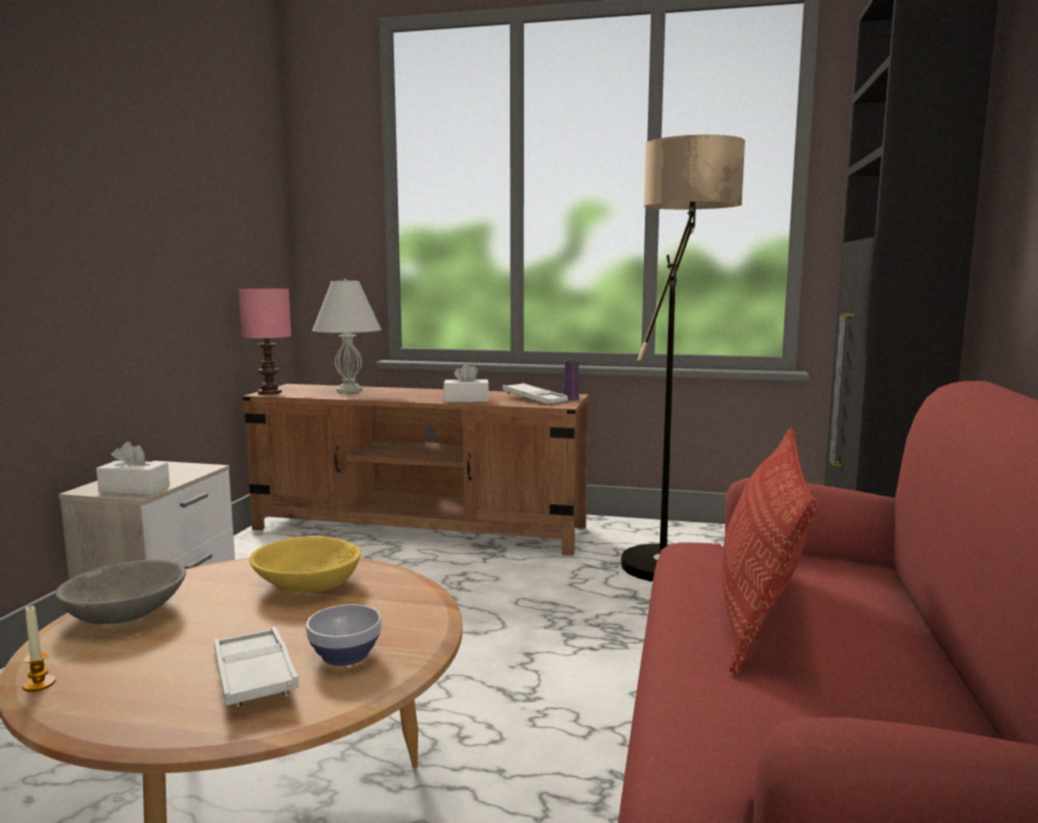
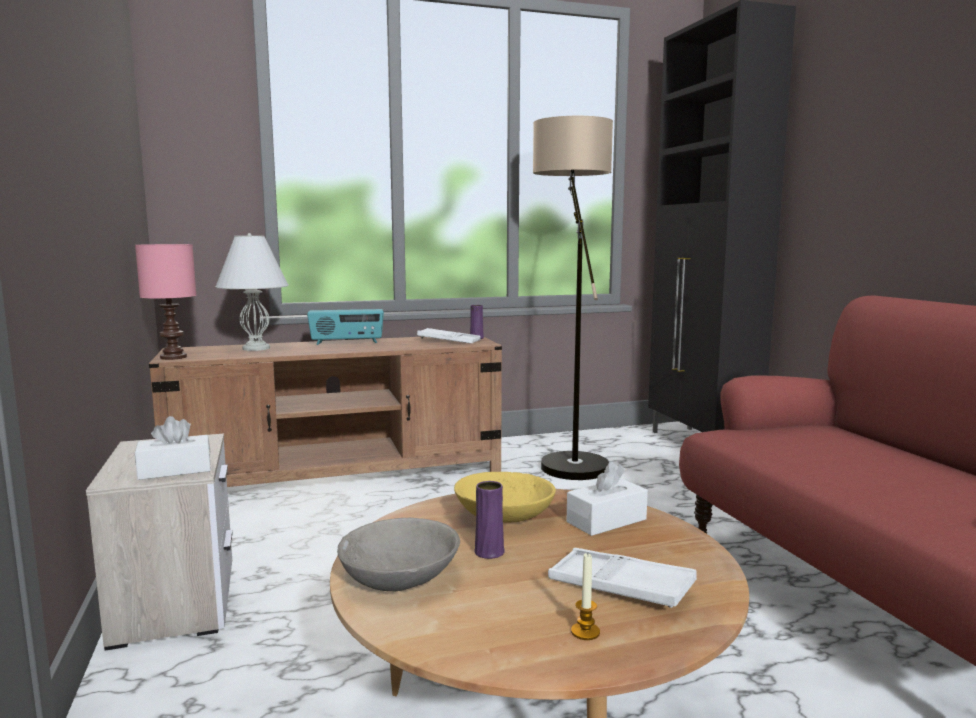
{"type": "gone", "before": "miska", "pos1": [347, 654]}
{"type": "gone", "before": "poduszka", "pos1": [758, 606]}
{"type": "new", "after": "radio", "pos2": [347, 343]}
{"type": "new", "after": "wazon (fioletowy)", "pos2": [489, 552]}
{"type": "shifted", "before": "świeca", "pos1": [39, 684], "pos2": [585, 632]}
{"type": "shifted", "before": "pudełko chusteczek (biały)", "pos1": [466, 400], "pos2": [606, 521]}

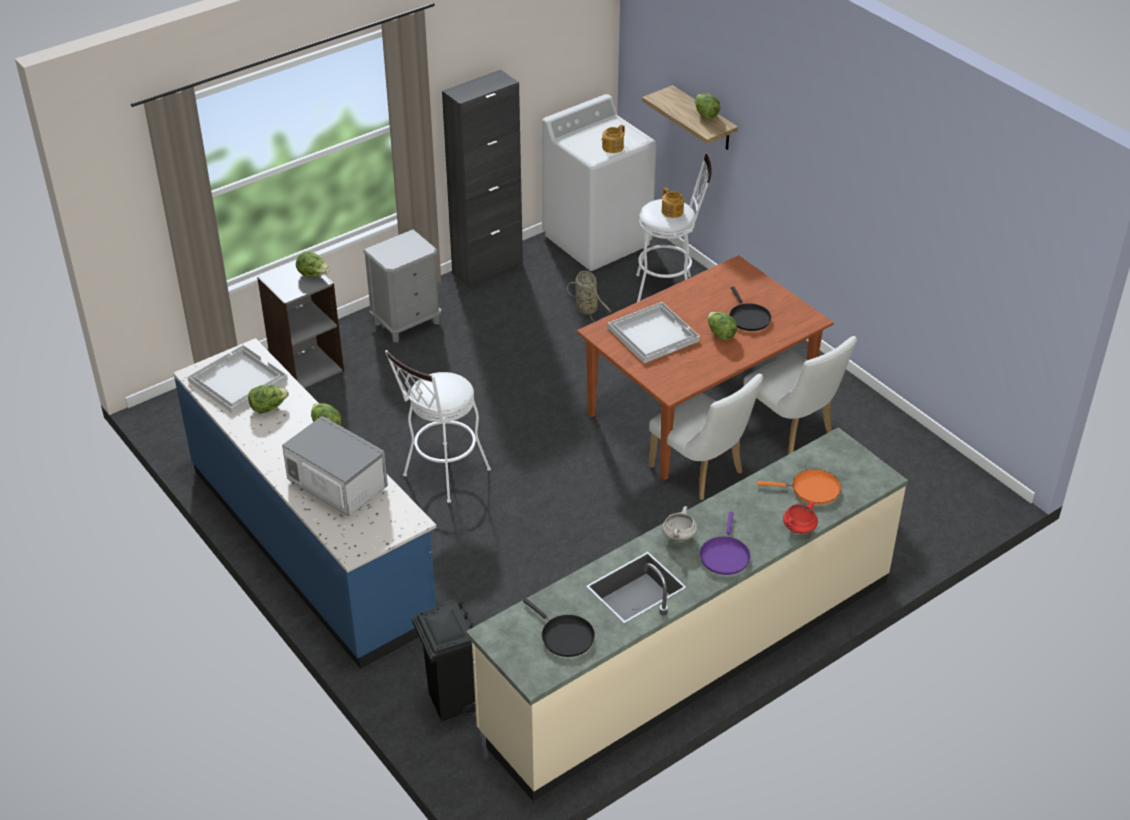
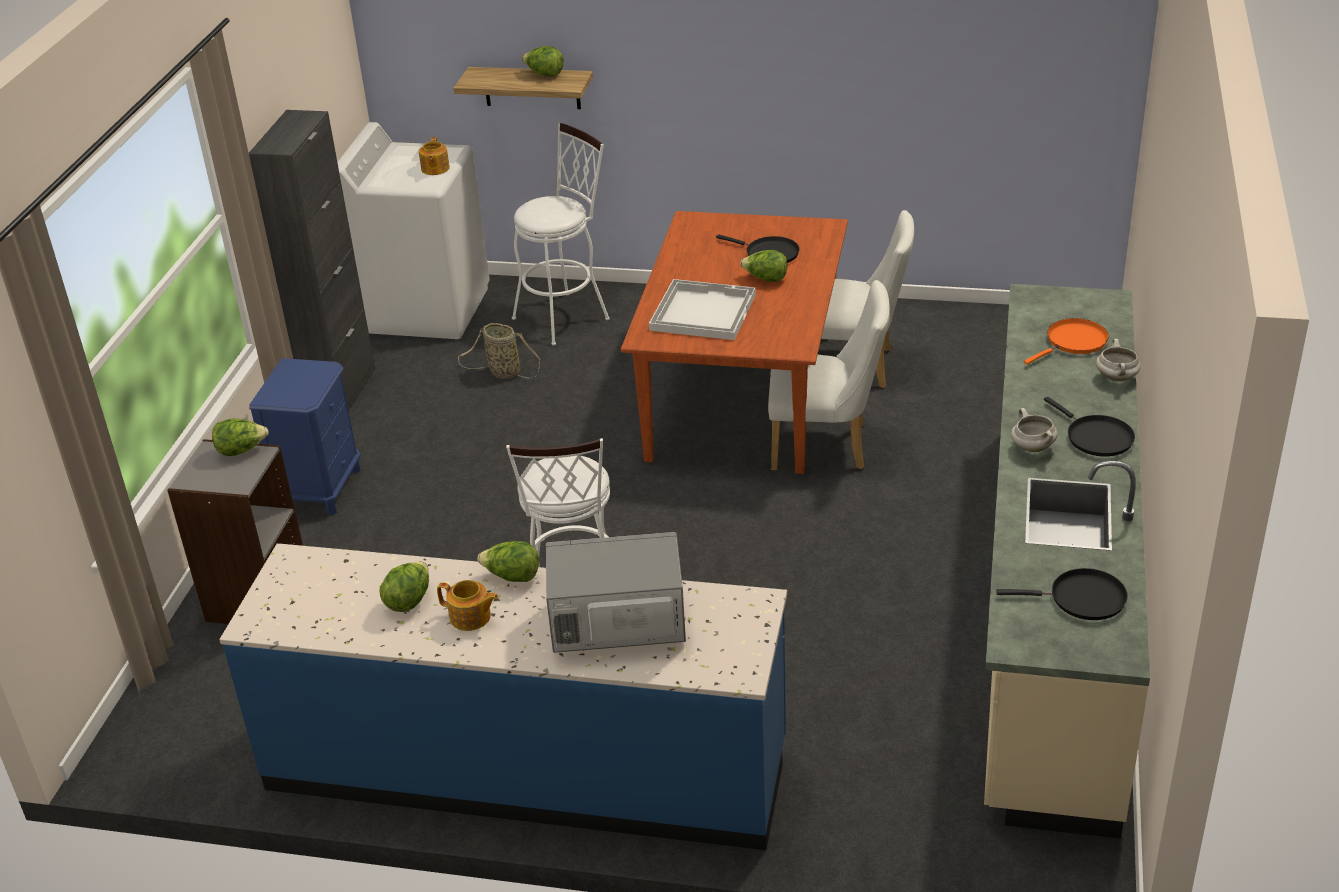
{"type": "gone", "before": "taca (biały)", "pos1": [237, 380]}
{"type": "gone", "before": "kosz na śmieci (czarny)", "pos1": [451, 703]}
{"type": "shifted", "before": "imbryk", "pos1": [672, 212], "pos2": [471, 617]}
{"type": "repainted", "before": "szafka nocna (szary)", "after": "szafka nocna (niebieski)", "pos1": [407, 322], "pos2": [320, 489]}
{"type": "repainted", "before": "patelnia (fioletowy)", "after": "patelnia (czarny)", "pos1": [724, 555], "pos2": [1096, 437]}
{"type": "repainted", "before": "garnek (czerwony)", "after": "garnek (biały)", "pos1": [799, 529], "pos2": [1117, 378]}

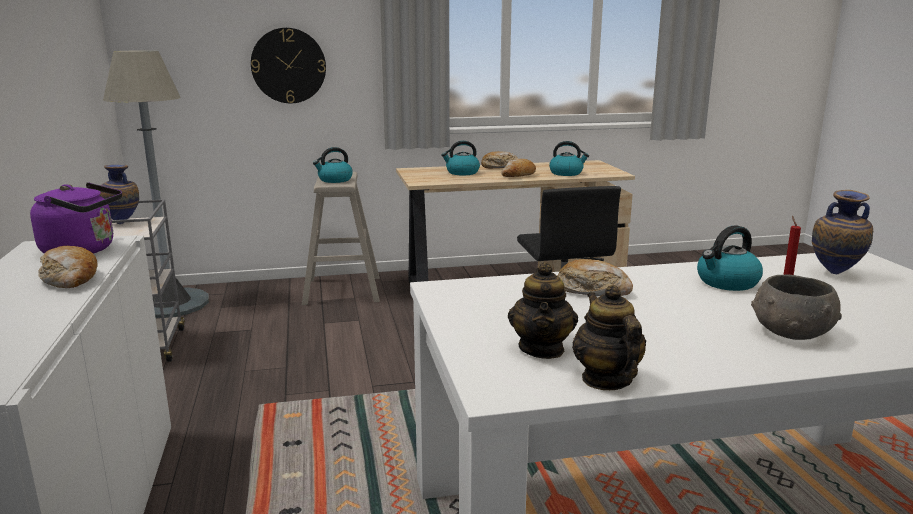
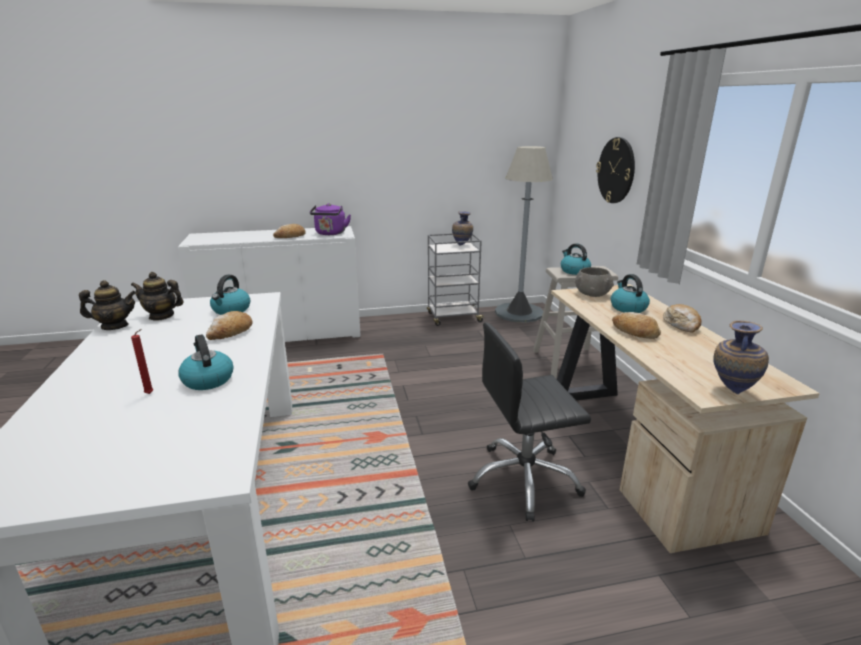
{"type": "shifted", "before": "czajnik", "pos1": [566, 173], "pos2": [231, 310]}
{"type": "shifted", "before": "miska (szary)", "pos1": [790, 332], "pos2": [592, 294]}
{"type": "shifted", "before": "wazon", "pos1": [834, 275], "pos2": [731, 391]}

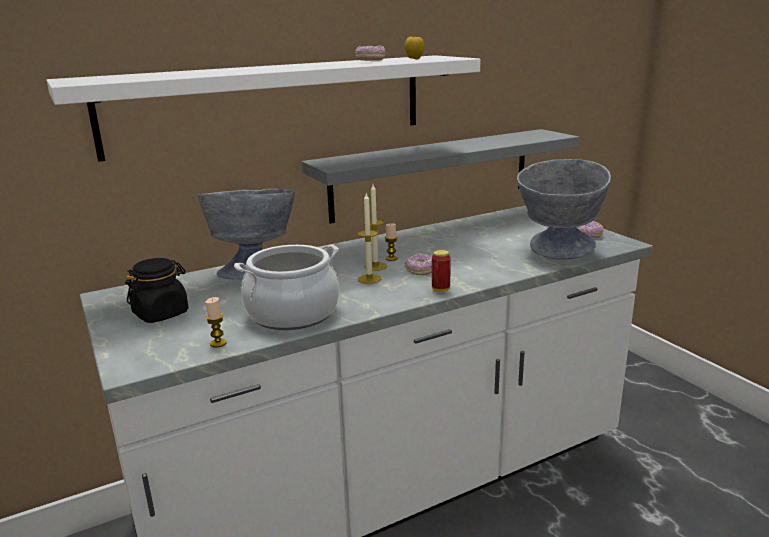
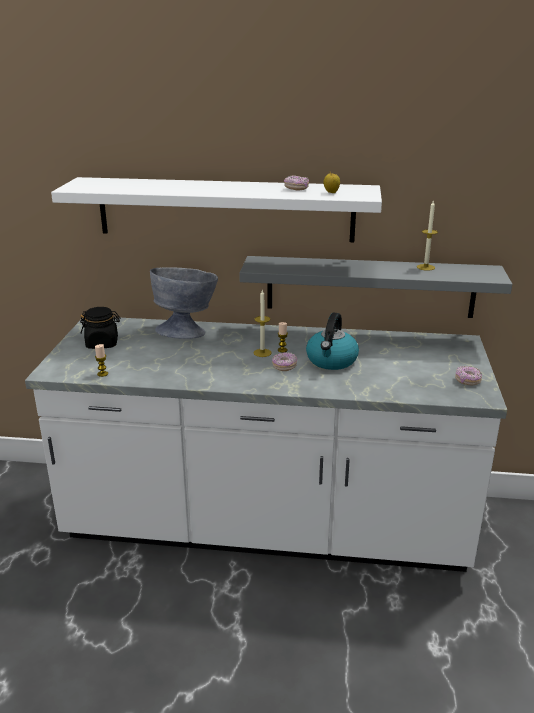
{"type": "gone", "before": "garnek", "pos1": [293, 313]}
{"type": "gone", "before": "puszka", "pos1": [440, 289]}
{"type": "gone", "before": "miska (szary)", "pos1": [557, 253]}
{"type": "new", "after": "czajnik", "pos2": [331, 361]}
{"type": "shifted", "before": "świeca", "pos1": [369, 279], "pos2": [425, 267]}

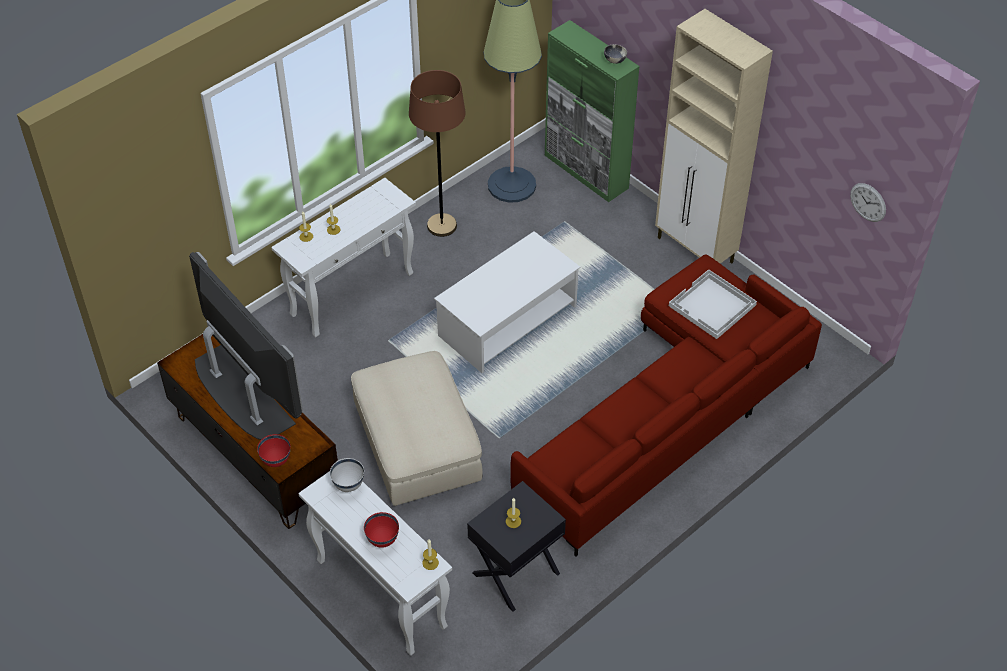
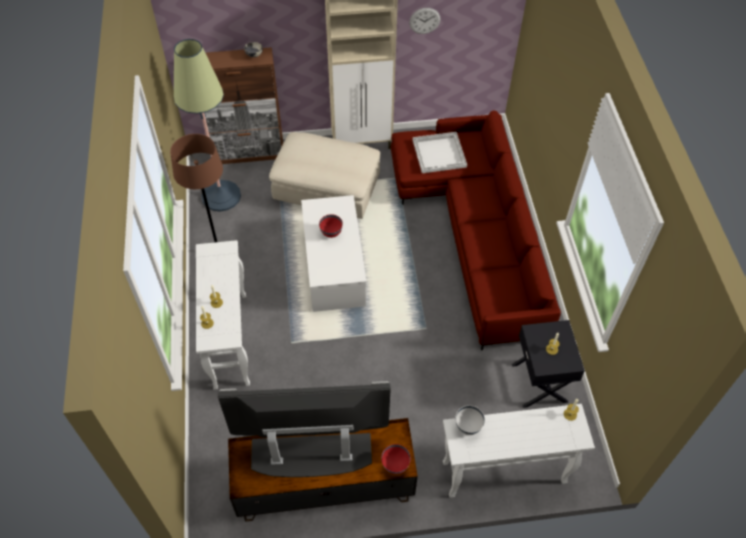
{"type": "shifted", "before": "pufa (beżowy)", "pos1": [418, 444], "pos2": [327, 187]}
{"type": "shifted", "before": "miska (czerwony)", "pos1": [382, 540], "pos2": [331, 233]}
{"type": "shifted", "before": "zegar ścienny", "pos1": [868, 202], "pos2": [424, 20]}
{"type": "repainted", "before": "szafka (zielony)", "after": "szafka (brązowy)", "pos1": [586, 172], "pos2": [249, 153]}

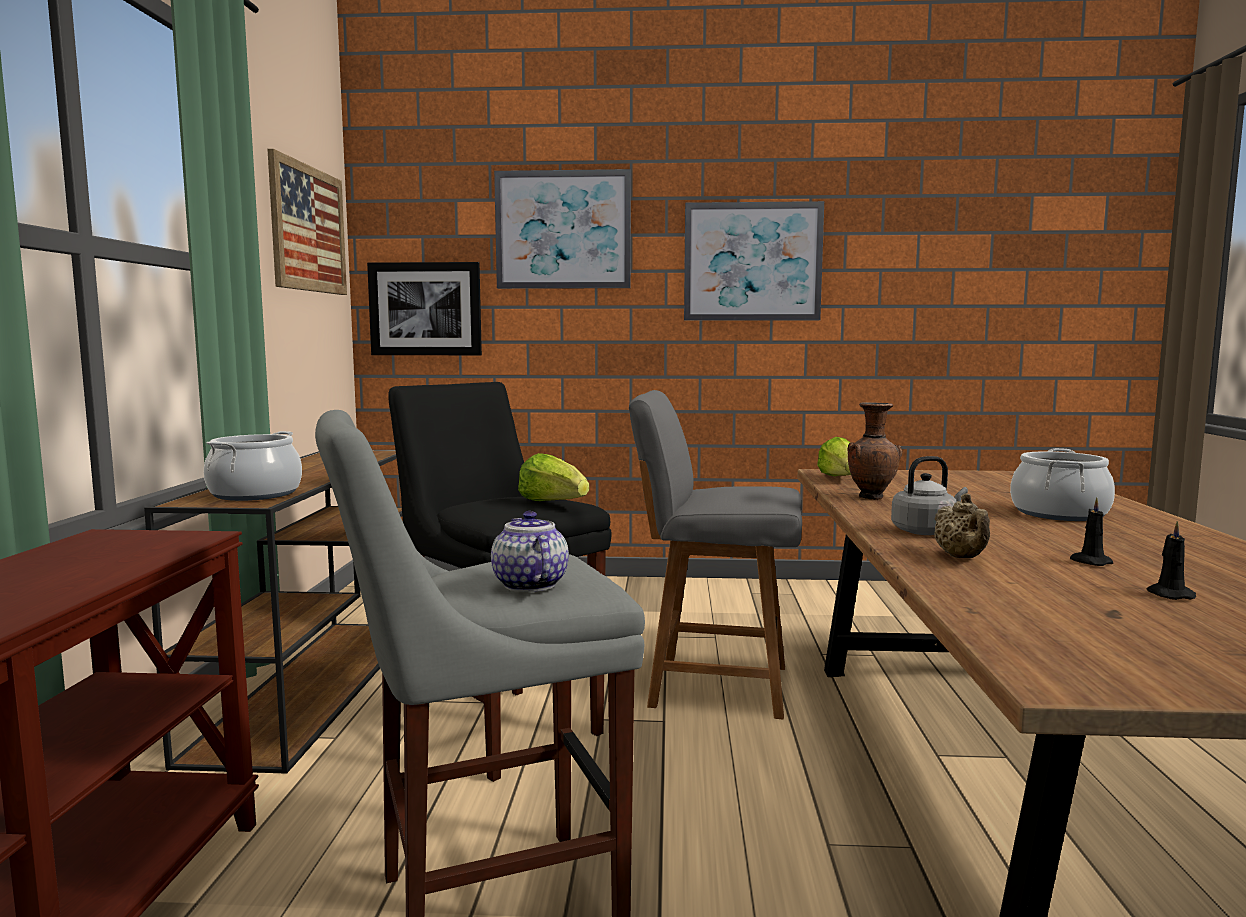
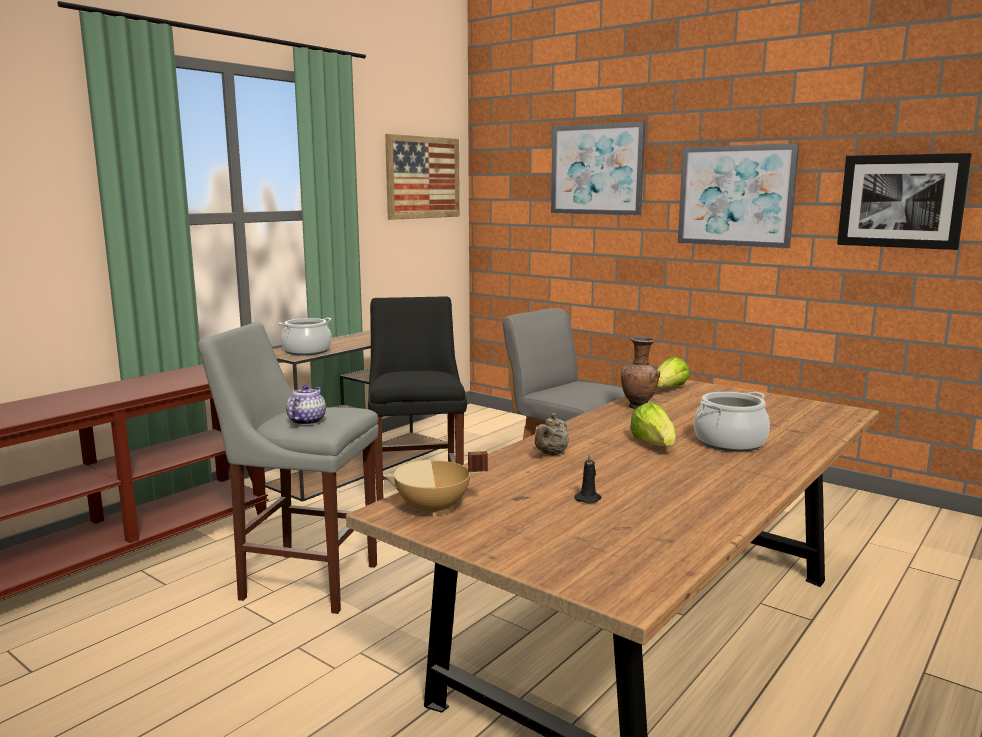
{"type": "gone", "before": "czajnik (szary)", "pos1": [926, 531]}
{"type": "gone", "before": "świeca (czarny)", "pos1": [1089, 562]}
{"type": "new", "after": "garnek (beżowy)", "pos2": [433, 510]}
{"type": "shifted", "before": "obraz", "pos1": [425, 309], "pos2": [901, 201]}
{"type": "shifted", "before": "sałata", "pos1": [553, 503], "pos2": [654, 445]}

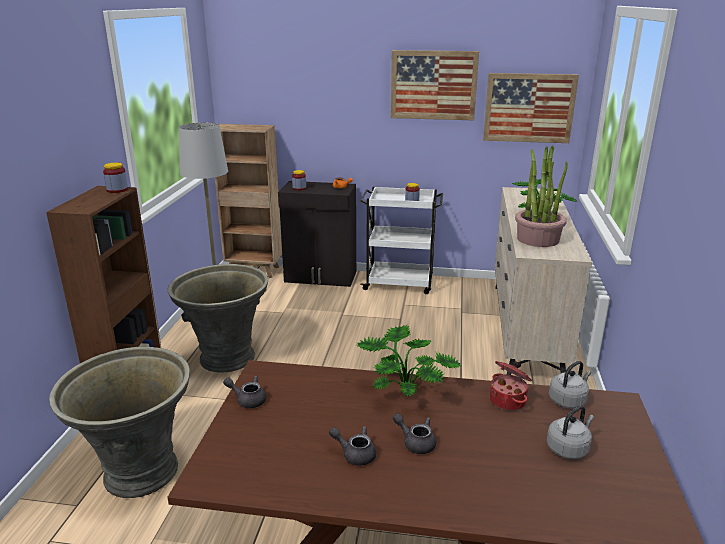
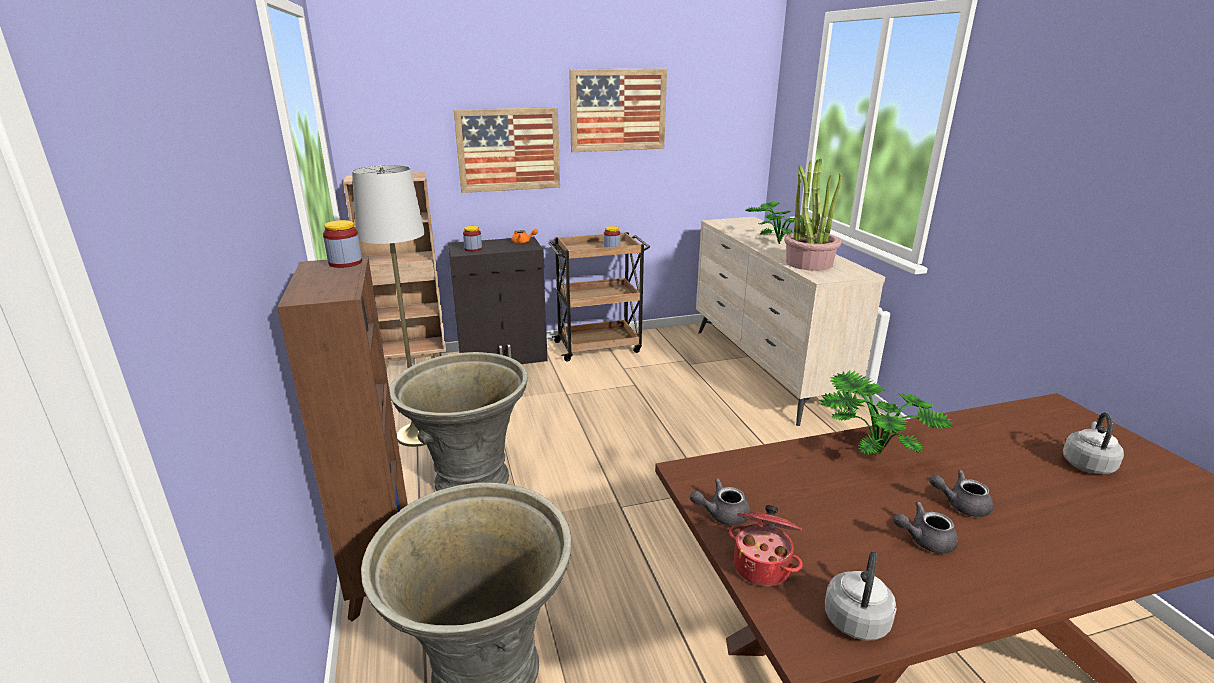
{"type": "shifted", "before": "obraz", "pos1": [529, 108], "pos2": [508, 150]}
{"type": "shifted", "before": "garnek", "pos1": [508, 401], "pos2": [762, 566]}
{"type": "shifted", "before": "czajnik (szary)", "pos1": [568, 400], "pos2": [856, 618]}
{"type": "repainted", "before": "wózek (biały)", "after": "wózek (brązowy)", "pos1": [400, 283], "pos2": [599, 346]}

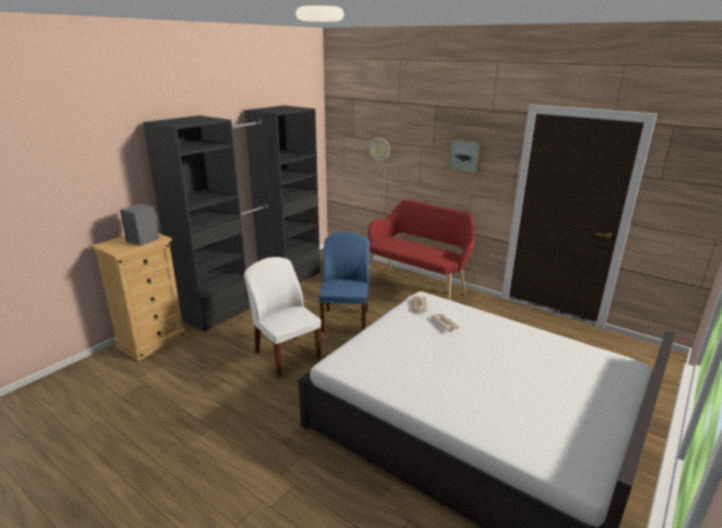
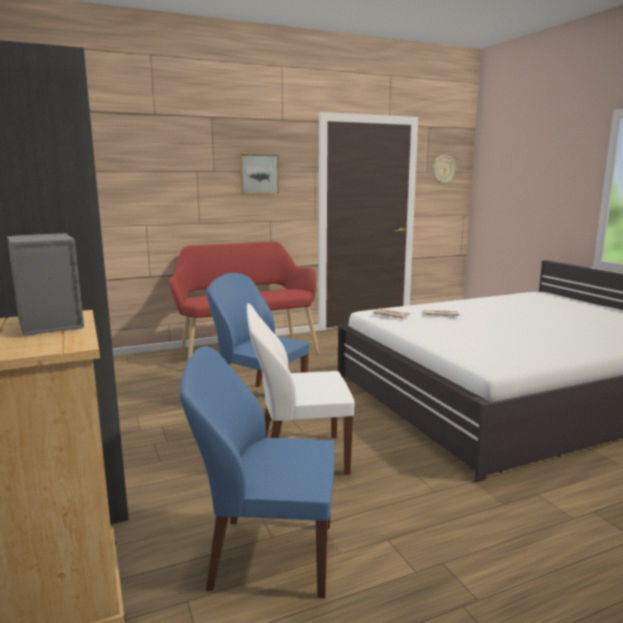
{"type": "new", "after": "krzesło (niebieski)", "pos2": [268, 555]}
{"type": "shifted", "before": "zegar ścienny", "pos1": [379, 150], "pos2": [443, 170]}

